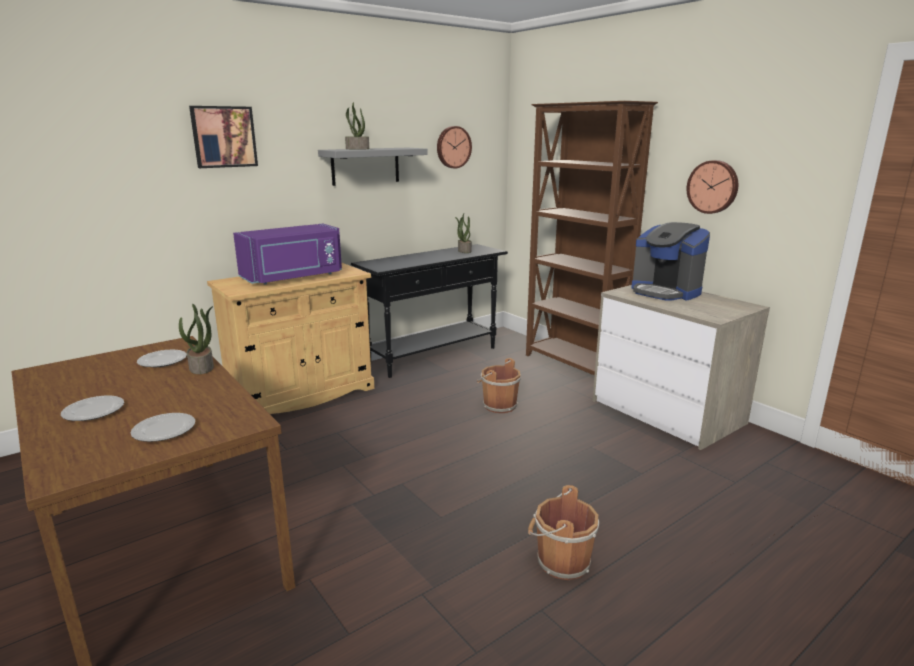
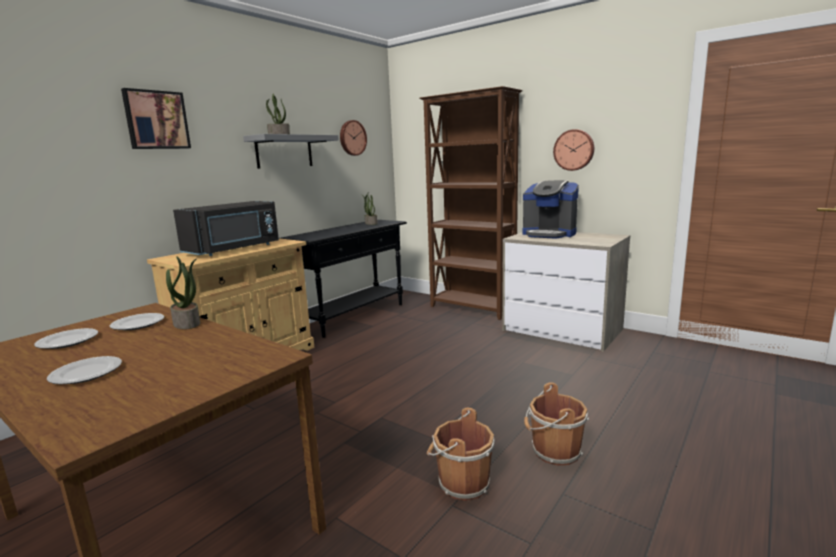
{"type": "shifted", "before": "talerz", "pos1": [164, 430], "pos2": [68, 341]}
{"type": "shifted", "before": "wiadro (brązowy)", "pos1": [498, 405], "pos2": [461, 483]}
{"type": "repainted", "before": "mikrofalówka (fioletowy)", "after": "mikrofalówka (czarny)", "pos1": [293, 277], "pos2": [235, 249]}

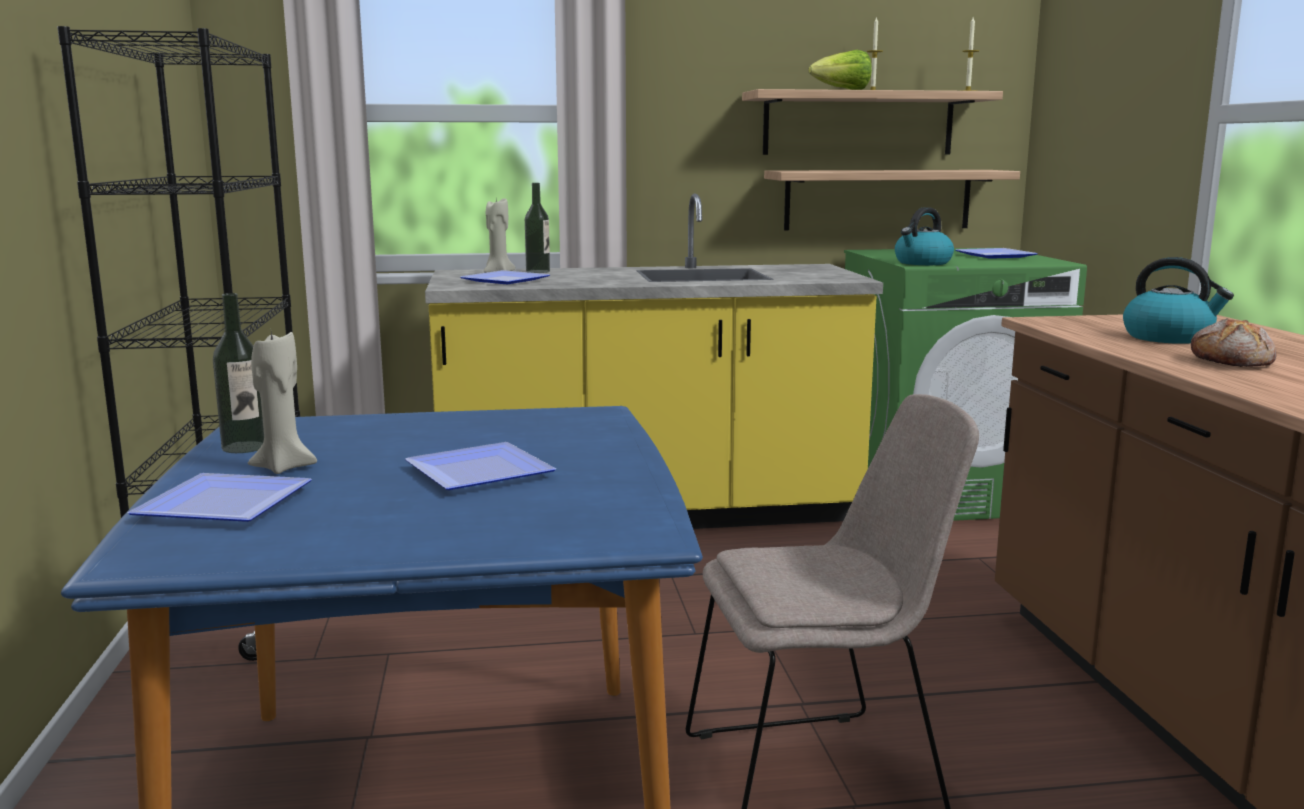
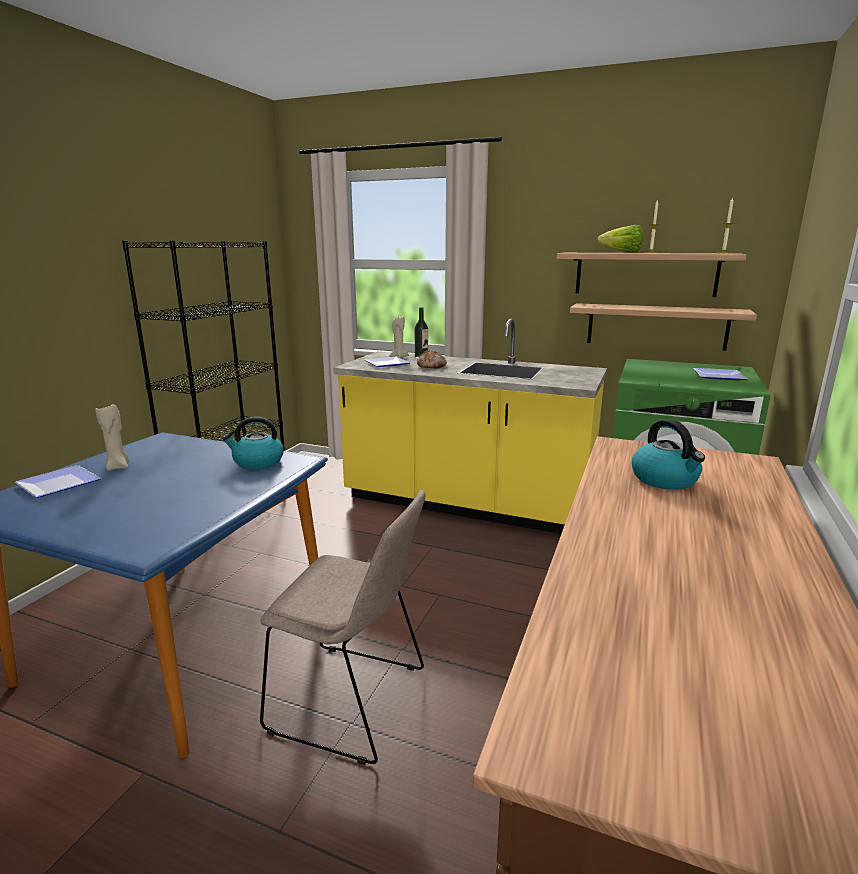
{"type": "gone", "before": "butelka", "pos1": [244, 447]}
{"type": "gone", "before": "talerz", "pos1": [485, 473]}
{"type": "shifted", "before": "czajnik", "pos1": [922, 263], "pos2": [257, 462]}
{"type": "shifted", "before": "chleb", "pos1": [1232, 361], "pos2": [432, 366]}

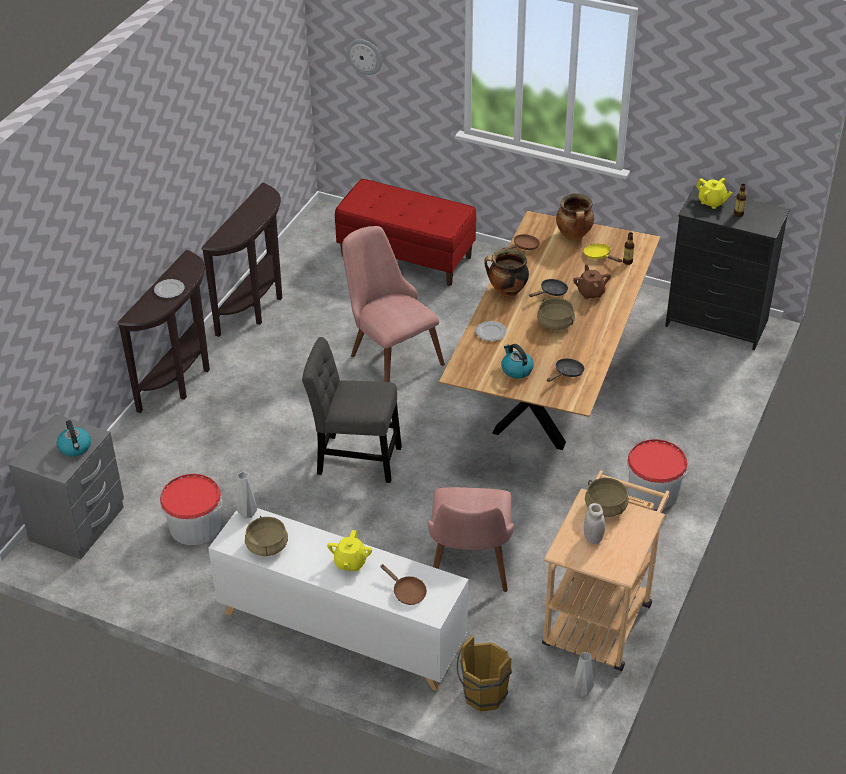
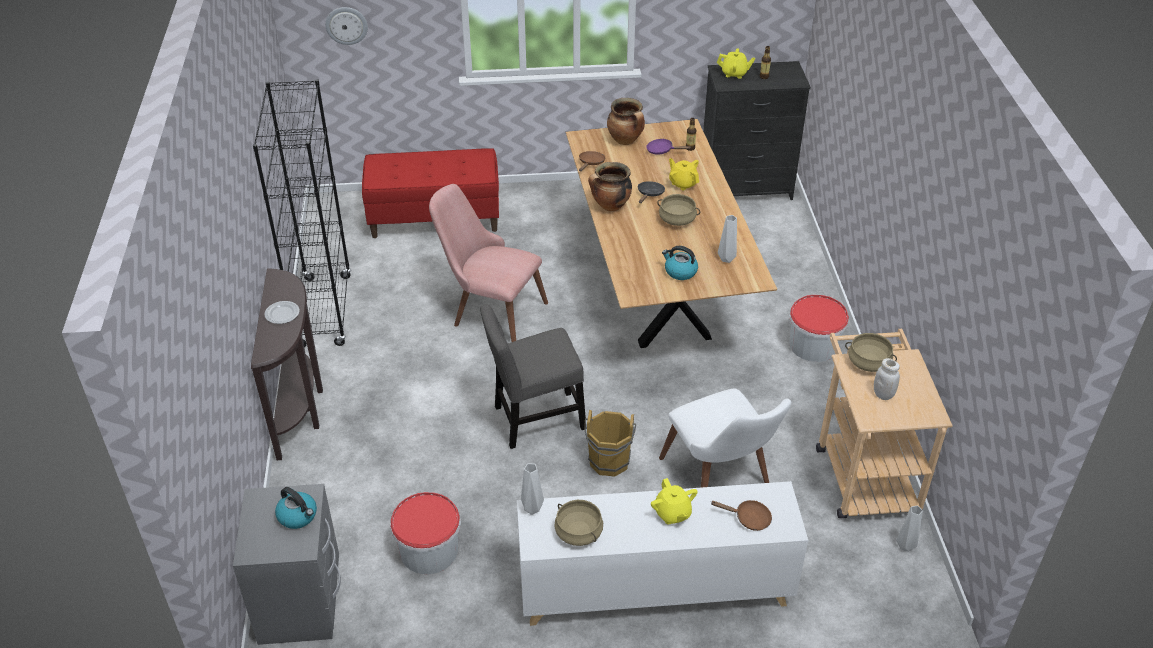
{"type": "gone", "before": "talerz", "pos1": [491, 333]}
{"type": "shifted", "before": "wiadro (brązowy)", "pos1": [482, 696], "pos2": [608, 464]}
{"type": "swapped", "before": "stolik konsolowy (brązowy)", "after": "regał (czarny)", "pos1": [257, 306], "pos2": [324, 311]}
{"type": "swapped", "before": "patelnia (czarny)", "after": "wazon (szary)", "pos1": [567, 373], "pos2": [725, 259]}
{"type": "repainted", "before": "krzesło (różowy)", "after": "krzesło (biały)", "pos1": [469, 571], "pos2": [722, 480]}
{"type": "repainted", "before": "imbryk (brązowy)", "after": "imbryk (żółty)", "pos1": [590, 292], "pos2": [683, 183]}
{"type": "repainted", "before": "patelnia (żółty)", "after": "patelnia (fioletowy)", "pos1": [599, 256], "pos2": [662, 150]}

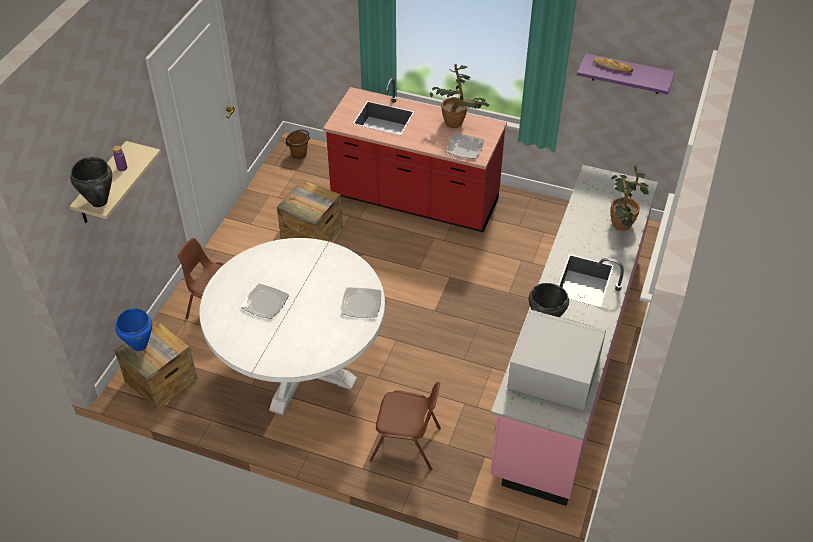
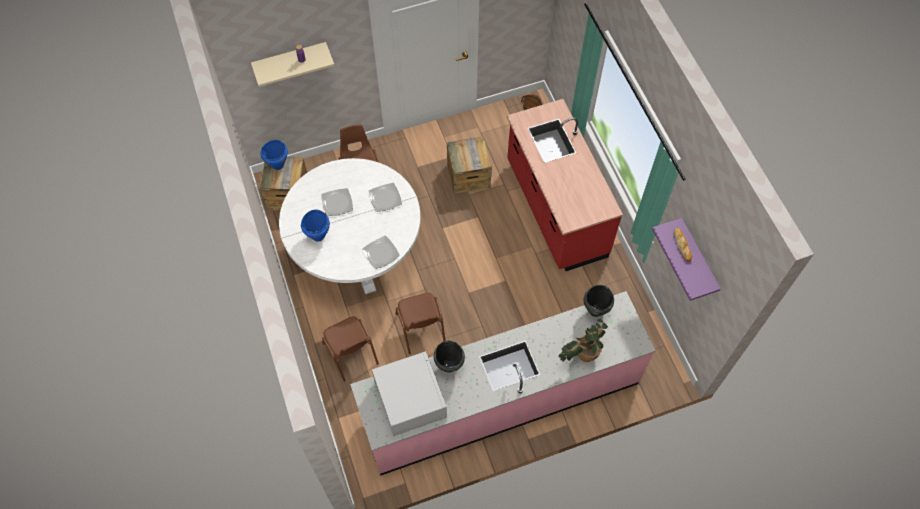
{"type": "gone", "before": "roślina doniczkowa", "pos1": [457, 124]}
{"type": "new", "after": "garnek (niebieski)", "pos2": [318, 236]}
{"type": "new", "after": "krzesło (brązowy)", "pos2": [421, 329]}
{"type": "shifted", "before": "garnek (czarny)", "pos1": [99, 202], "pos2": [595, 311]}
{"type": "shifted", "before": "talerz", "pos1": [464, 147], "pos2": [385, 198]}

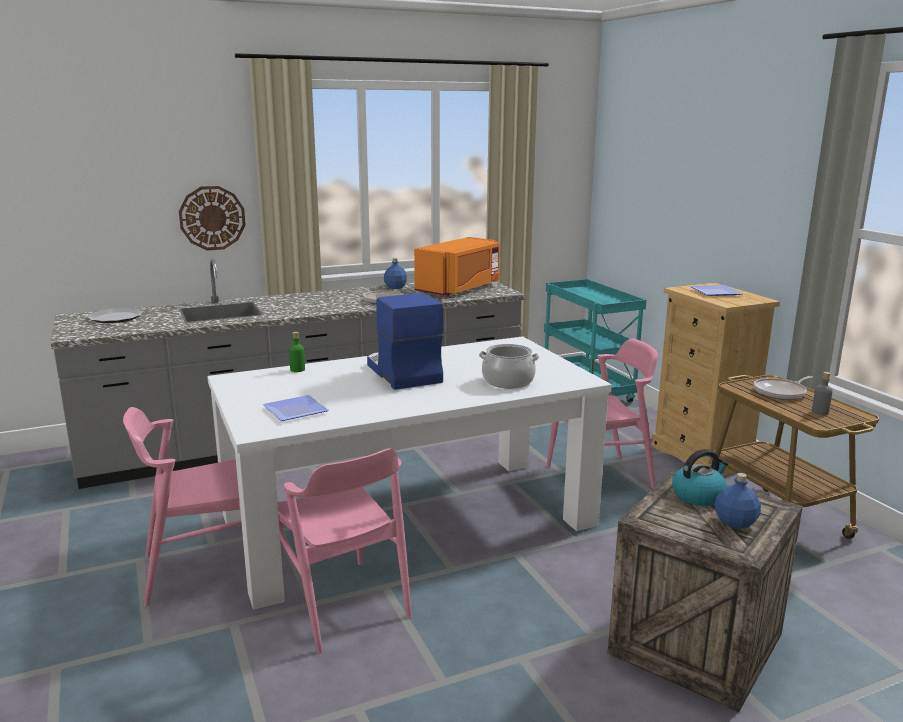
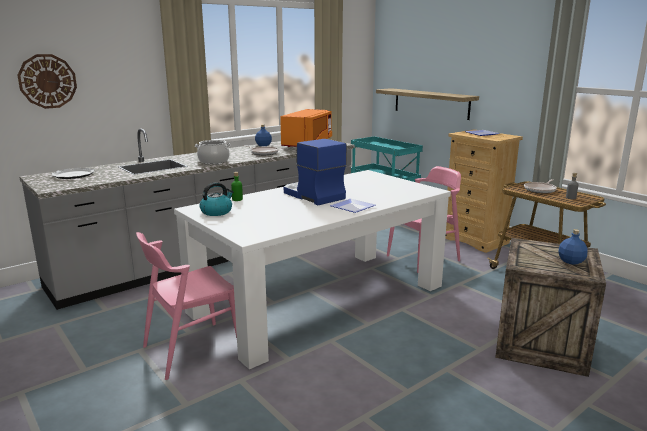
{"type": "gone", "before": "krzesło (różowy)", "pos1": [341, 604]}
{"type": "new", "after": "półka", "pos2": [431, 103]}
{"type": "shifted", "before": "zegar ścienny", "pos1": [212, 218], "pos2": [47, 81]}
{"type": "shifted", "before": "talerz", "pos1": [298, 411], "pos2": [354, 207]}
{"type": "shifted", "before": "garnek", "pos1": [508, 381], "pos2": [213, 161]}
{"type": "shifted", "before": "czajnik", "pos1": [698, 495], "pos2": [217, 212]}

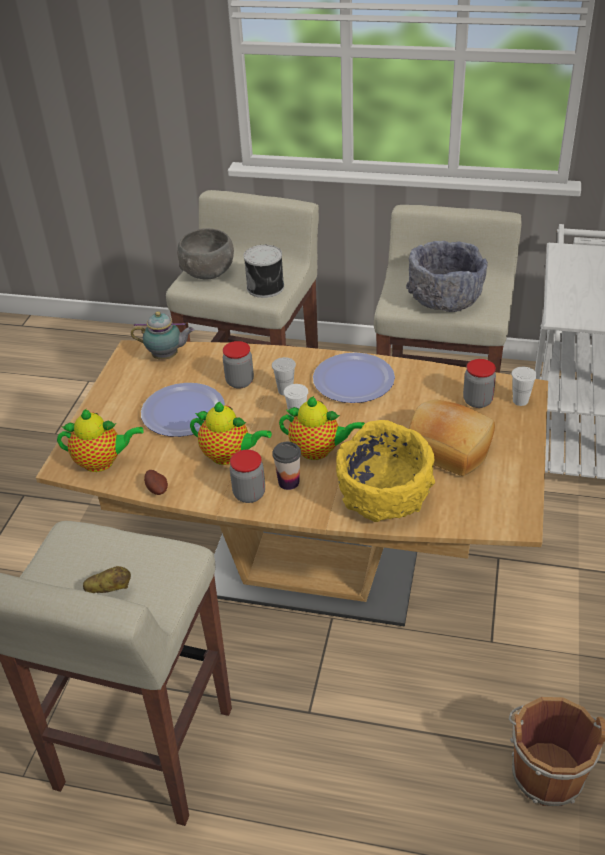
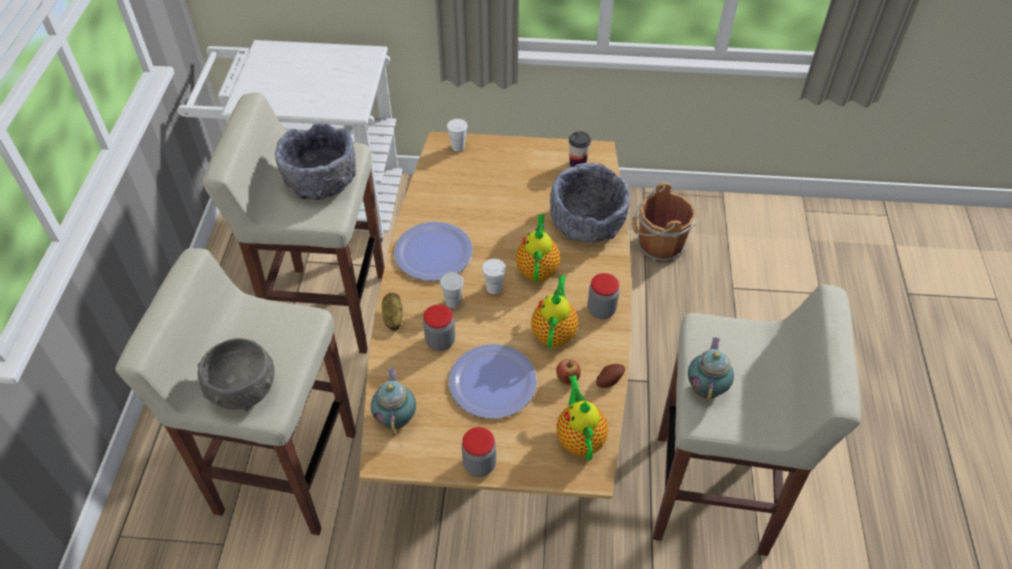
{"type": "gone", "before": "puszka", "pos1": [266, 287]}
{"type": "gone", "before": "chleb", "pos1": [450, 448]}
{"type": "new", "after": "jabłko", "pos2": [567, 379]}
{"type": "new", "after": "imbryk", "pos2": [706, 387]}
{"type": "shifted", "before": "ziemniak", "pos1": [109, 589], "pos2": [393, 318]}
{"type": "shifted", "before": "filiżanka", "pos1": [288, 482], "pos2": [577, 163]}
{"type": "shifted", "before": "słoik", "pos1": [477, 401], "pos2": [479, 464]}
{"type": "repainted", "before": "miska (żółty)", "after": "miska (szary)", "pos1": [385, 497], "pos2": [587, 223]}

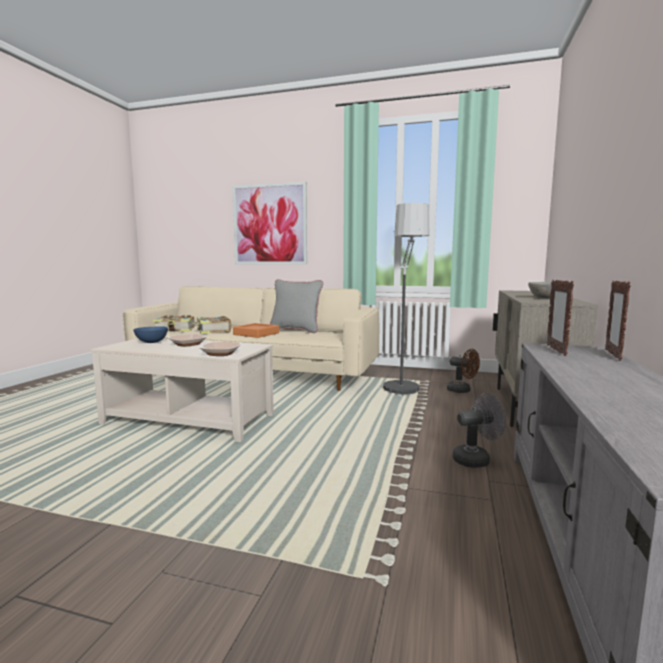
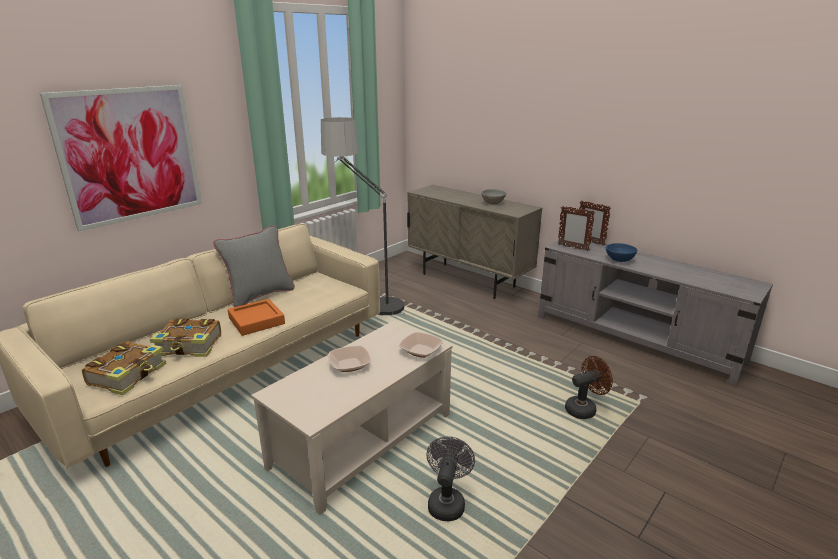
{"type": "shifted", "before": "miska (niebieski)", "pos1": [151, 342], "pos2": [619, 260]}
{"type": "shifted", "before": "wentylator (brązowy)", "pos1": [462, 391], "pos2": [584, 408]}
{"type": "shifted", "before": "wentylator (szary)", "pos1": [476, 459], "pos2": [447, 501]}

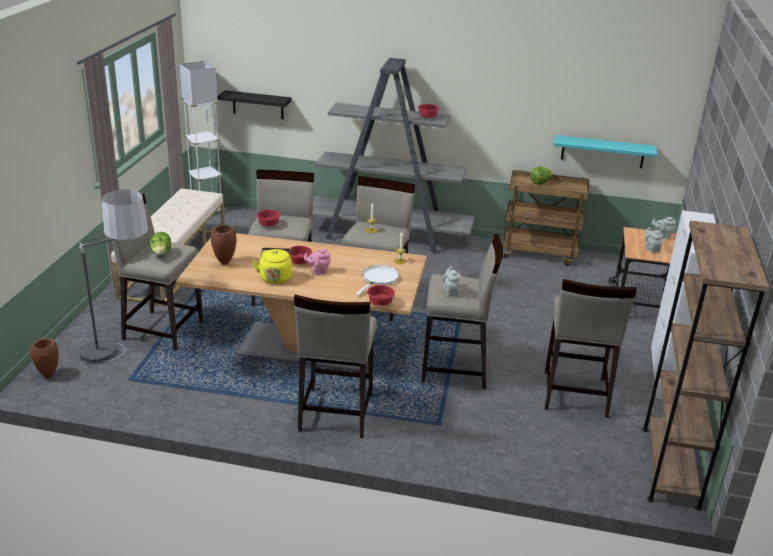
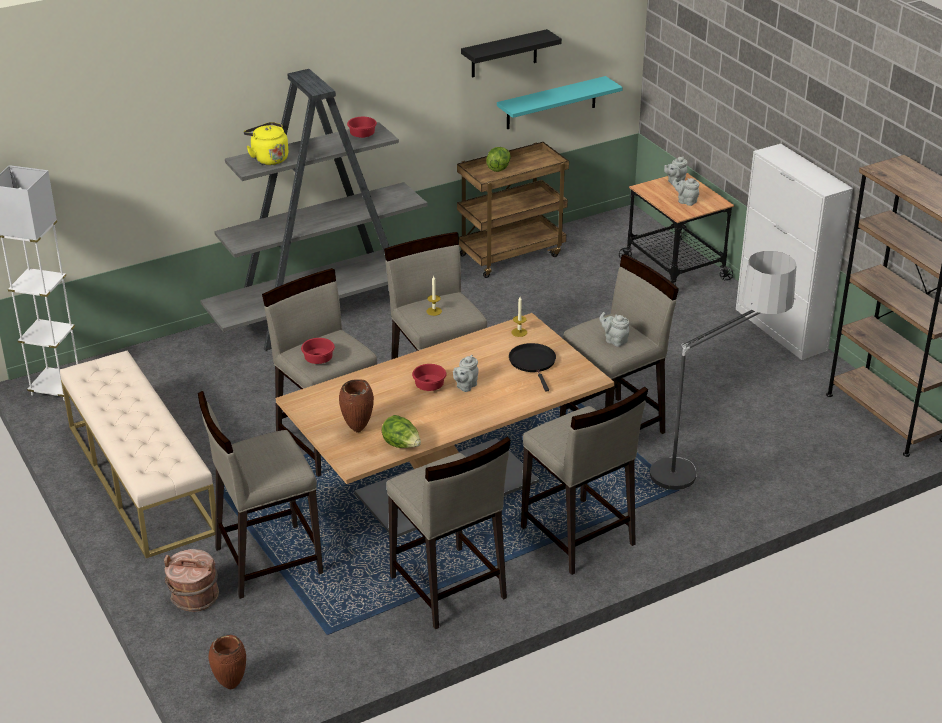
{"type": "gone", "before": "miska (czerwony)", "pos1": [381, 303]}
{"type": "new", "after": "wiadro (brązowy)", "pos2": [194, 598]}
{"type": "shifted", "before": "lampa stojąca", "pos1": [120, 362], "pos2": [708, 471]}
{"type": "shifted", "before": "sałata", "pos1": [161, 254], "pos2": [401, 445]}
{"type": "shifted", "before": "półka (czarny)", "pos1": [258, 105], "pos2": [504, 54]}
{"type": "shifted", "before": "czajnik (żółty)", "pos1": [275, 277], "pos2": [268, 158]}
{"type": "shifted", "before": "stołek (beżowy)", "pos1": [574, 394], "pos2": [447, 588]}
{"type": "repainted", "before": "imbryk (różowy)", "after": "imbryk (szary)", "pos1": [318, 271], "pos2": [465, 386]}
{"type": "repainted", "before": "patelnia (biały)", "after": "patelnia (czarny)", "pos1": [379, 279], "pos2": [533, 363]}

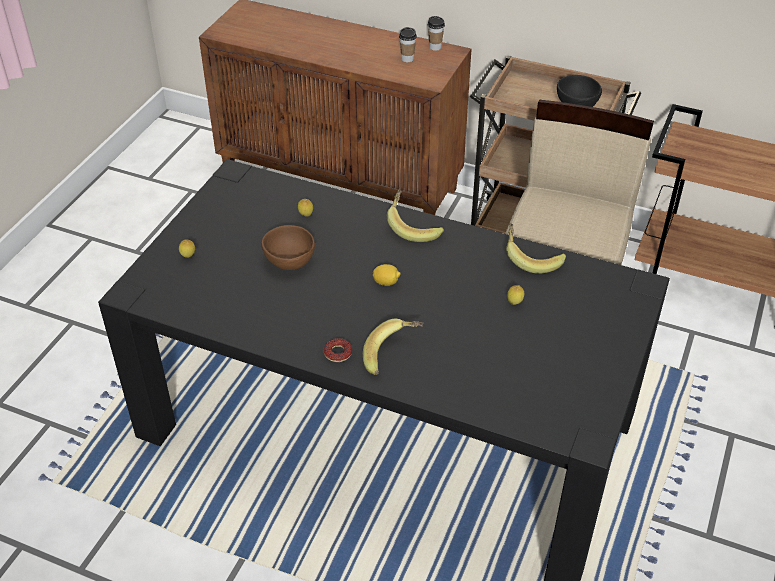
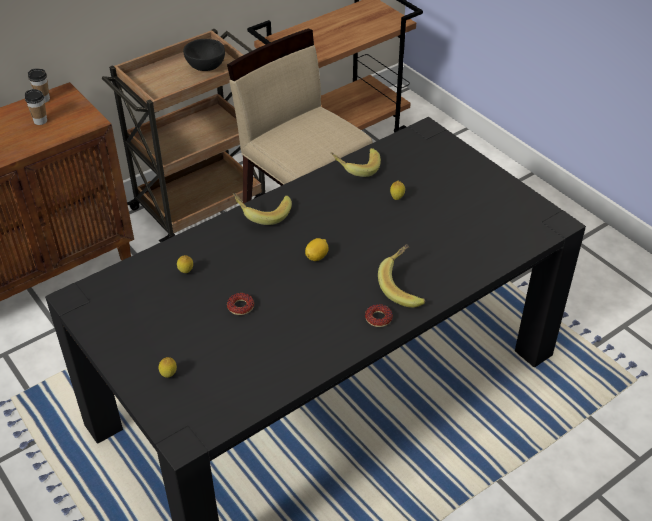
{"type": "swapped", "before": "miska (brązowy)", "after": "donut", "pos1": [289, 263], "pos2": [240, 306]}

